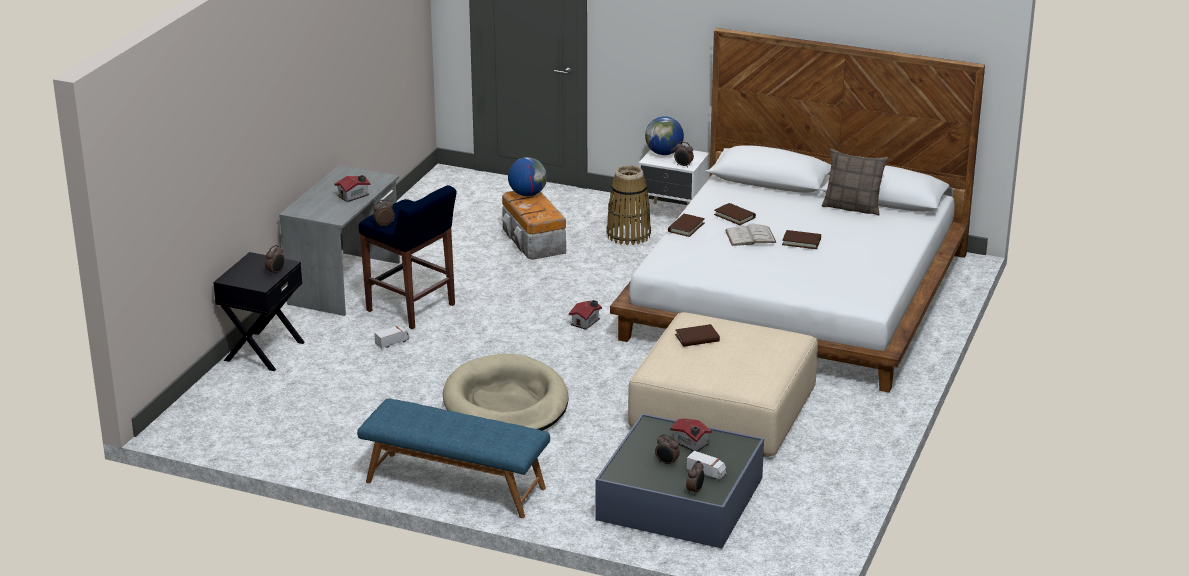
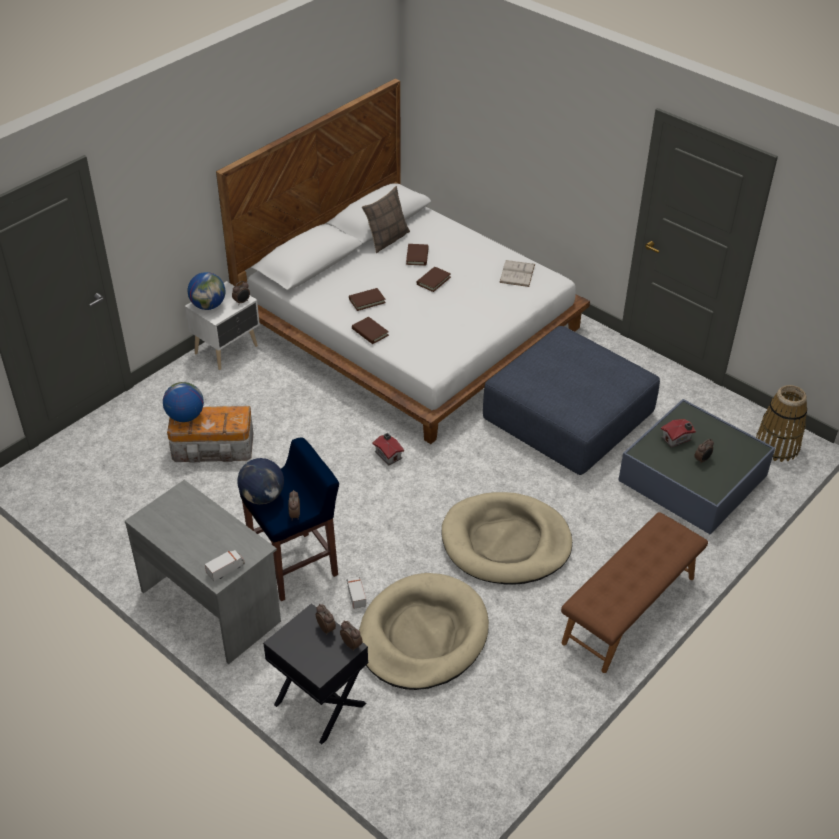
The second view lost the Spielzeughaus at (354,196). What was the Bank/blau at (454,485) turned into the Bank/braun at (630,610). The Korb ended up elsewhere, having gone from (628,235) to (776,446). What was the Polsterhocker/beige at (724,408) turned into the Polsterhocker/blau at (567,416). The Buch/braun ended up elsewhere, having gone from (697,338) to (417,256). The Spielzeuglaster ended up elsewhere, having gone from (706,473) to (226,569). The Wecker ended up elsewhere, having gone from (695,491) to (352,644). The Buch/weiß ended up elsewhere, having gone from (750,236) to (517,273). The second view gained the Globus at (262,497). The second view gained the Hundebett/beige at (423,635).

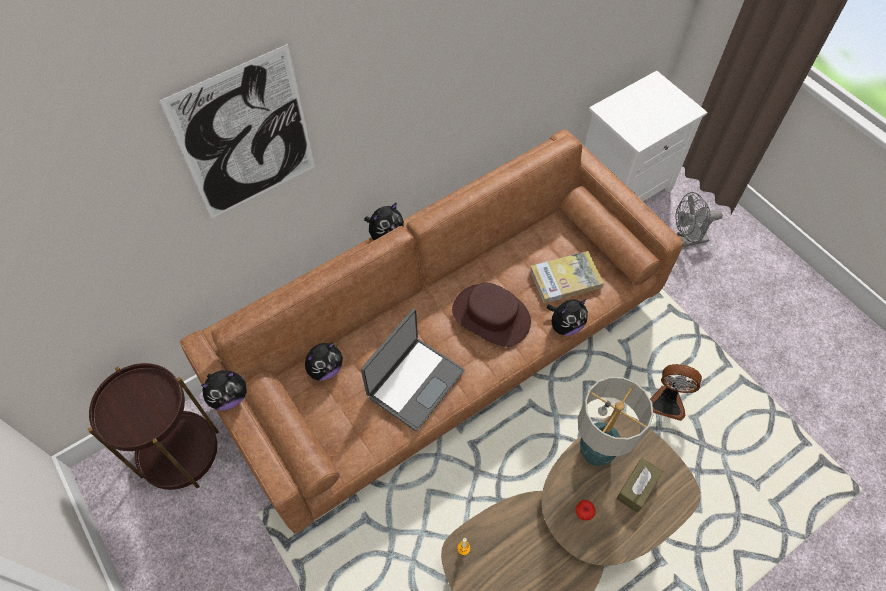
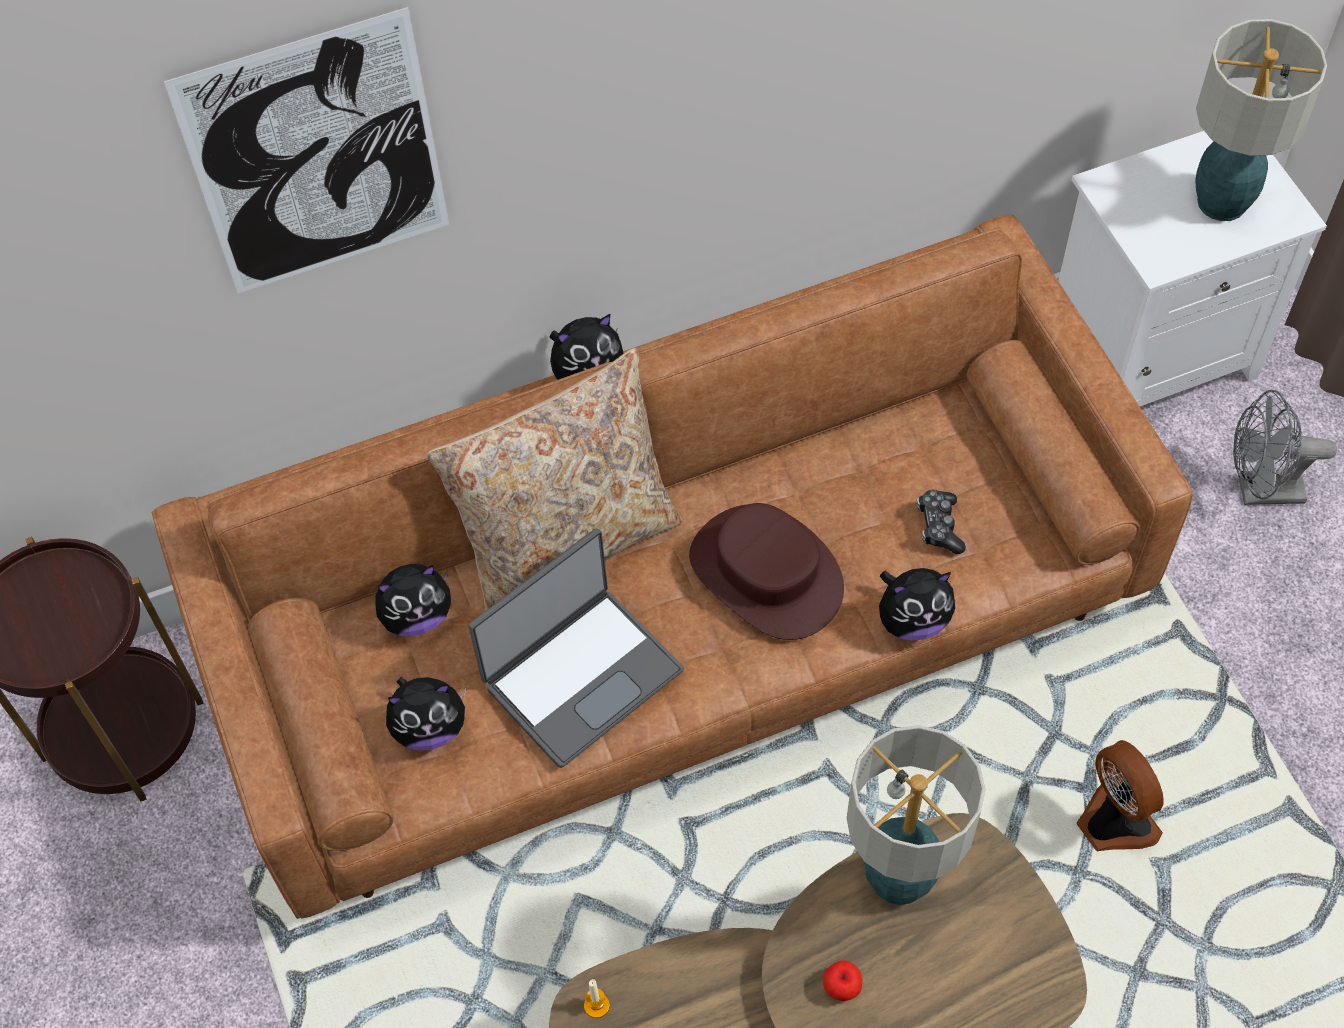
The Plüschtier ended up elsewhere, having gone from (229,397) to (430,727). Where the Buch stood at (565,279), the Gamepad came to stand at (939,526). The second view lost the Taschentuchbox/braun at (637,488). The Ventilator at (667,402) ended up facing another way, 150 degrees counterclockwise from before. The second view gained the Kissen/beige at (568,543). The second view gained the Tischlampe at (1223,201).

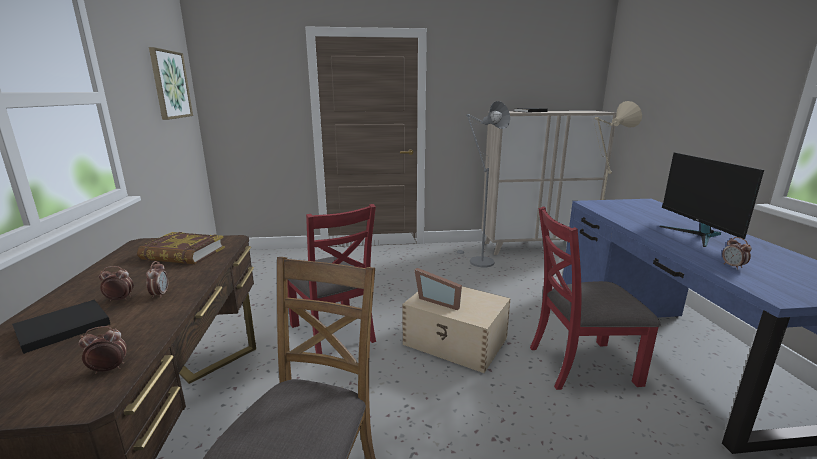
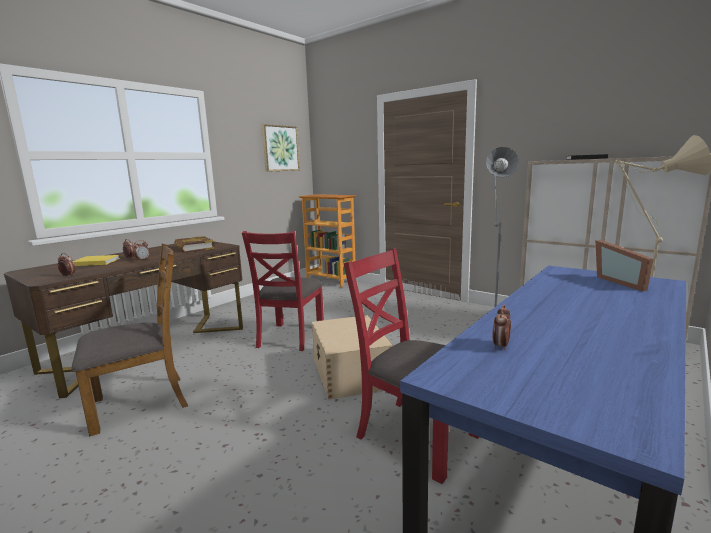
What was the Buch/schwarz at (60,328) turned into the Buch/gelb at (95,262). The Bilderrahmen ended up elsewhere, having gone from (439,300) to (622,282). The second view lost the Monitor at (698,235). The second view gained the Bücherregal at (331,281).

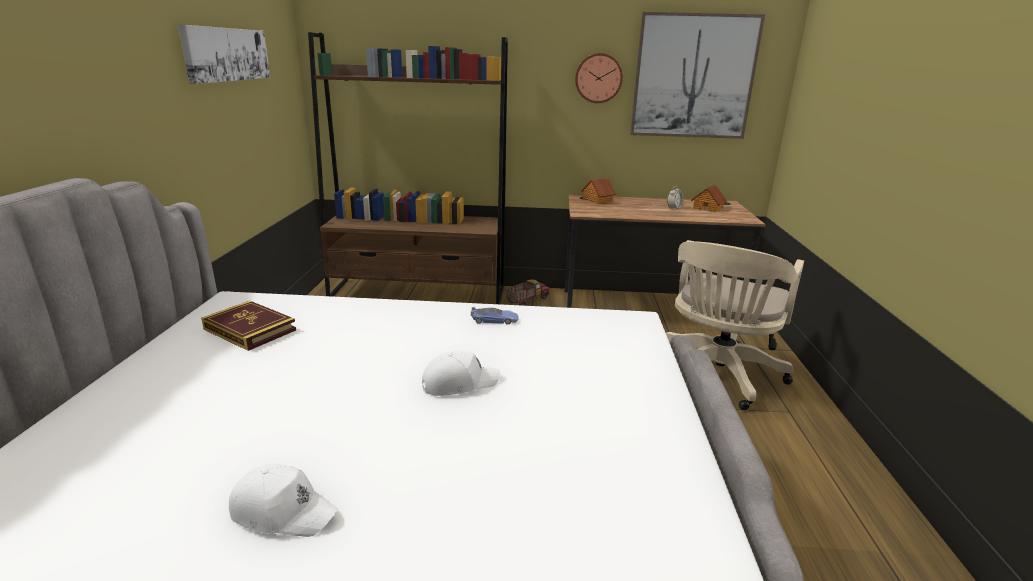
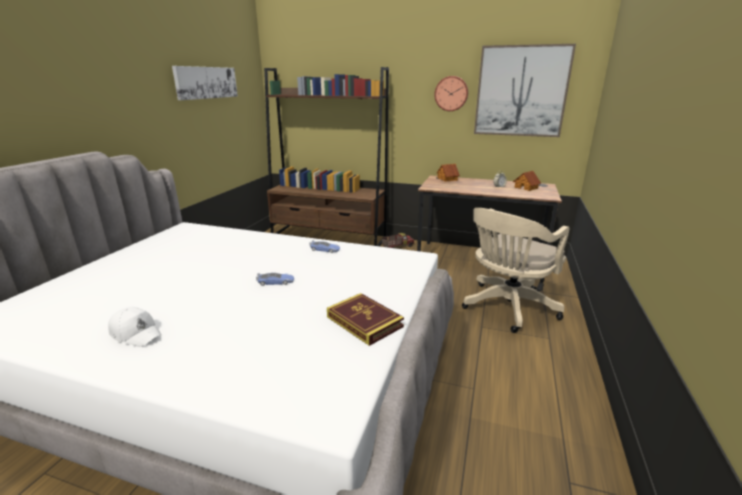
The Buch ended up elsewhere, having gone from (250,329) to (364,321). Where the Kappe/weiß stood at (459,383), the Spielzeugauto came to stand at (276,282).

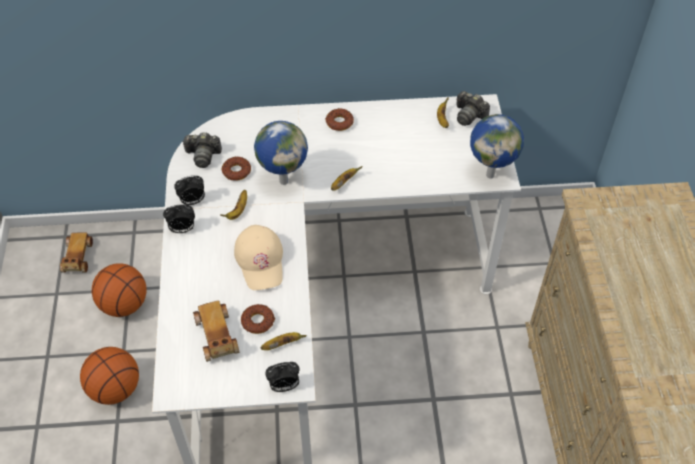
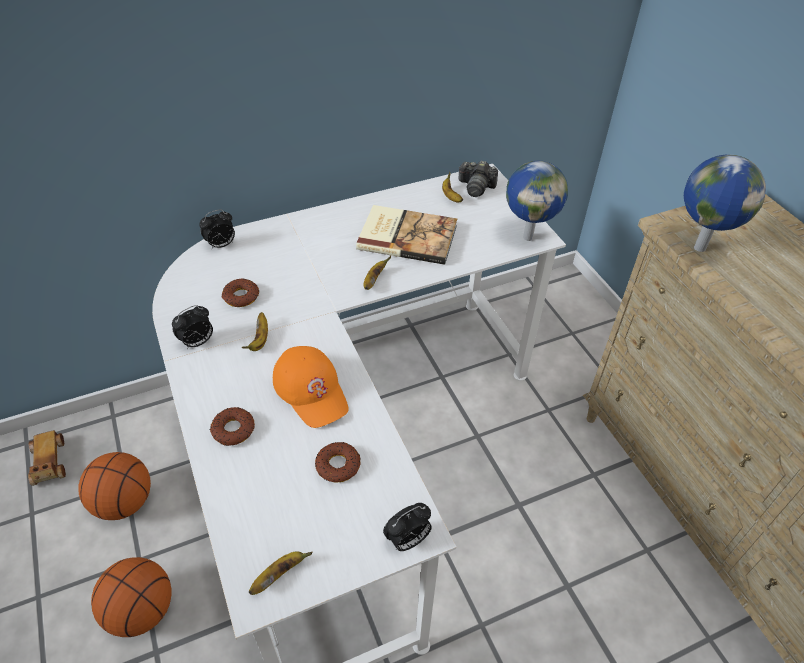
The Wecker ended up elsewhere, having gone from (182,229) to (221,245). The second view lost the Kamera at (203,155). The second view lost the Spielzeugauto at (217,337). What was the Kappe/beige at (260,260) turned into the Kappe/orange at (311,390). The Globus ended up elsewhere, having gone from (283,180) to (698,247). The Banane ended up elsewhere, having gone from (282,344) to (279,575). The Donut ended up elsewhere, having gone from (339,122) to (233,430). The second view gained the Buch at (407,236).

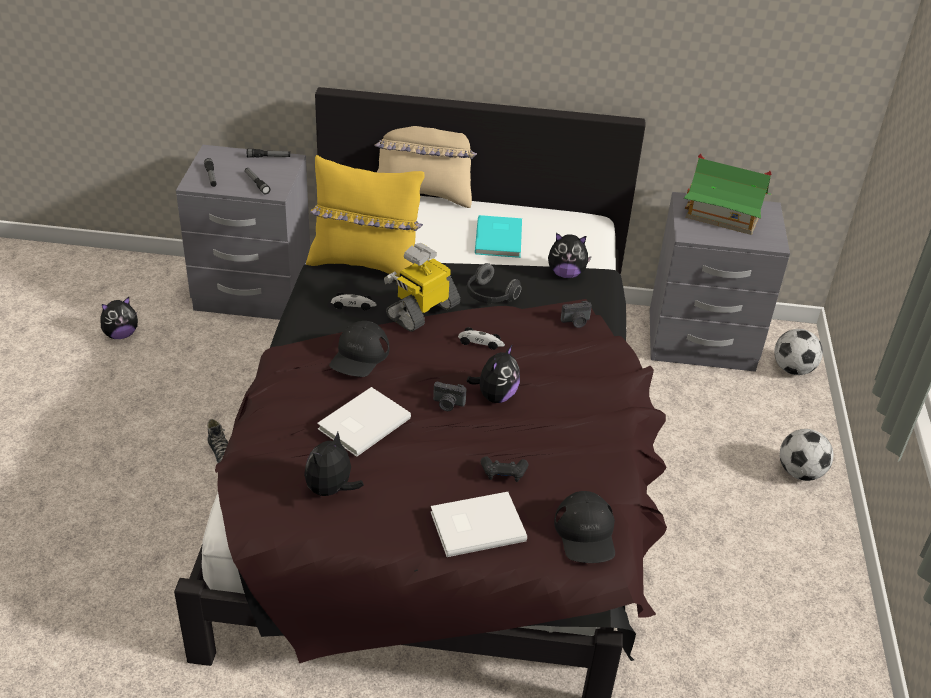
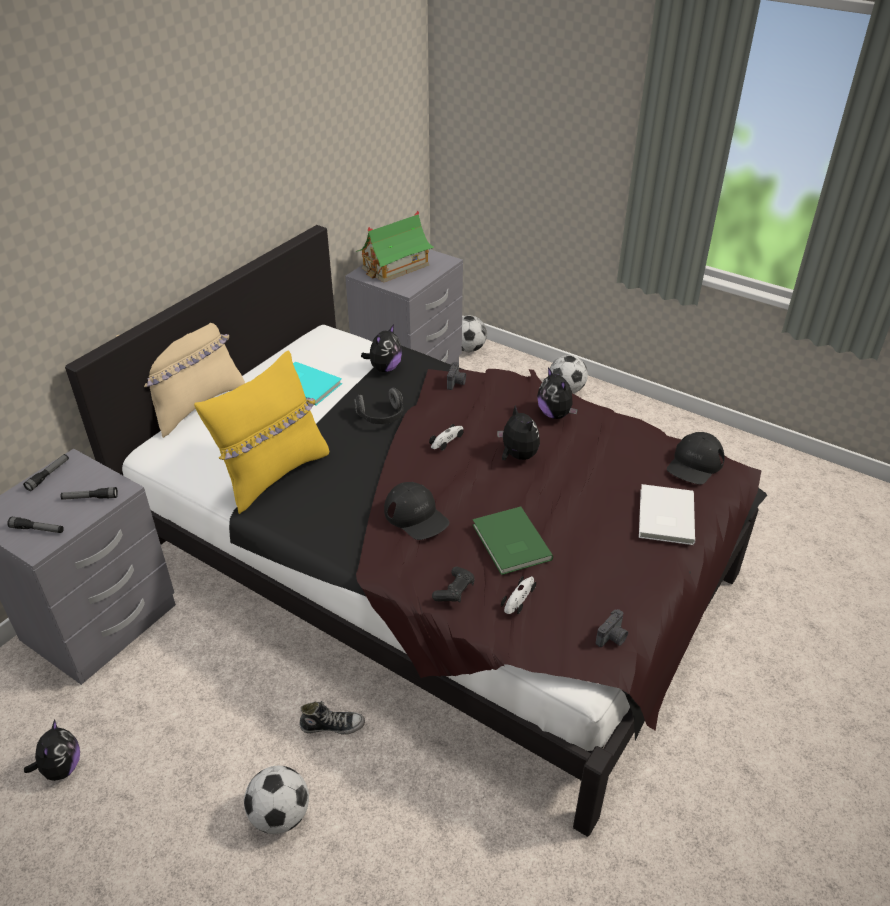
The Plüschtier ended up elsewhere, having gone from (331,490) to (555,414). What was the Buch/weiß at (362,423) turned into the Buch/grün at (510,543). The Spielzeugauto ended up elsewhere, having gone from (353,305) to (519,597). The second view lost the Spielzeugroboter at (422,311). The Kamera ended up elsewhere, having gone from (448,404) to (612,638). The Gamepad/schwarz ended up elsewhere, having gone from (503,473) to (454,590). The Kappe/schwarz at (585,533) ended up facing another way, 105 degrees clockwise from before. The second view gained the Fußball at (280,815).

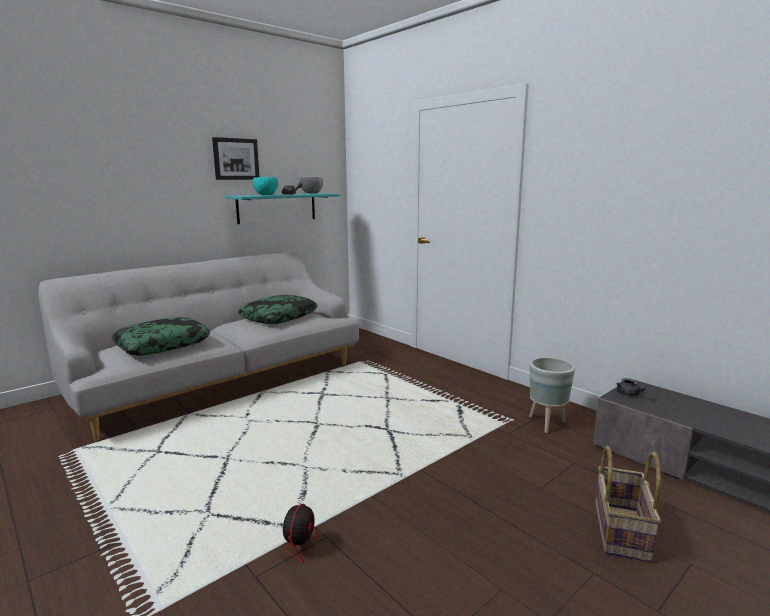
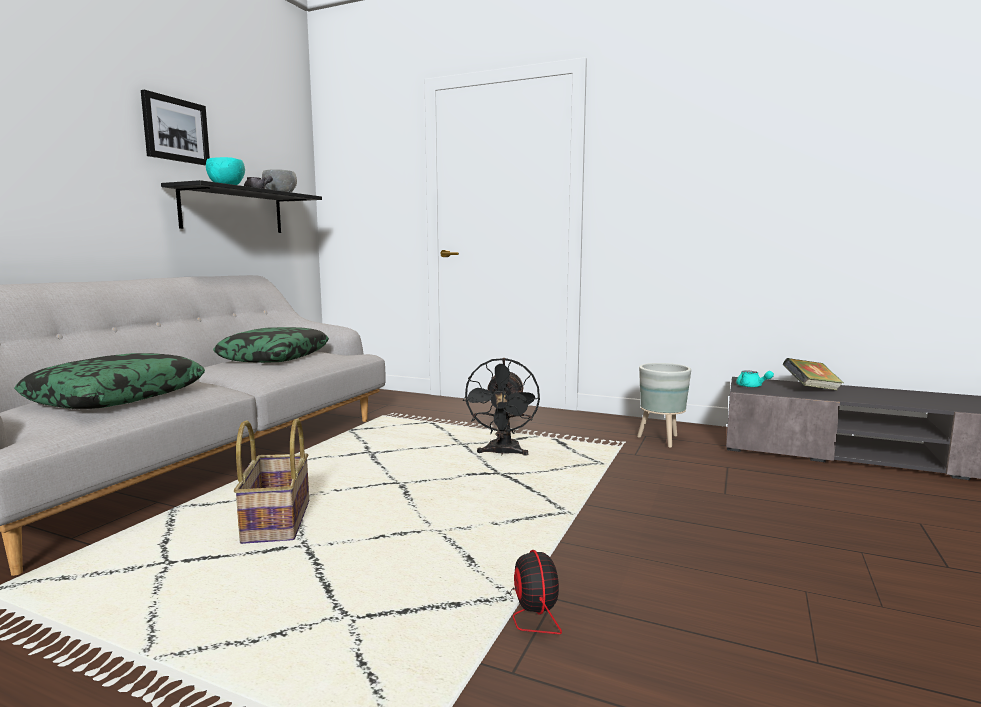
What was the Wandregal/türkis at (277,208) turned into the Wandregal/schwarz at (233,211). The Korb ended up elsewhere, having gone from (619,531) to (275,521). What was the Teekanne/grau at (629,394) turned into the Teekanne/türkis at (752,386). The second view gained the Ventilator/schwarz at (502,453). The second view gained the Buch at (811,389).

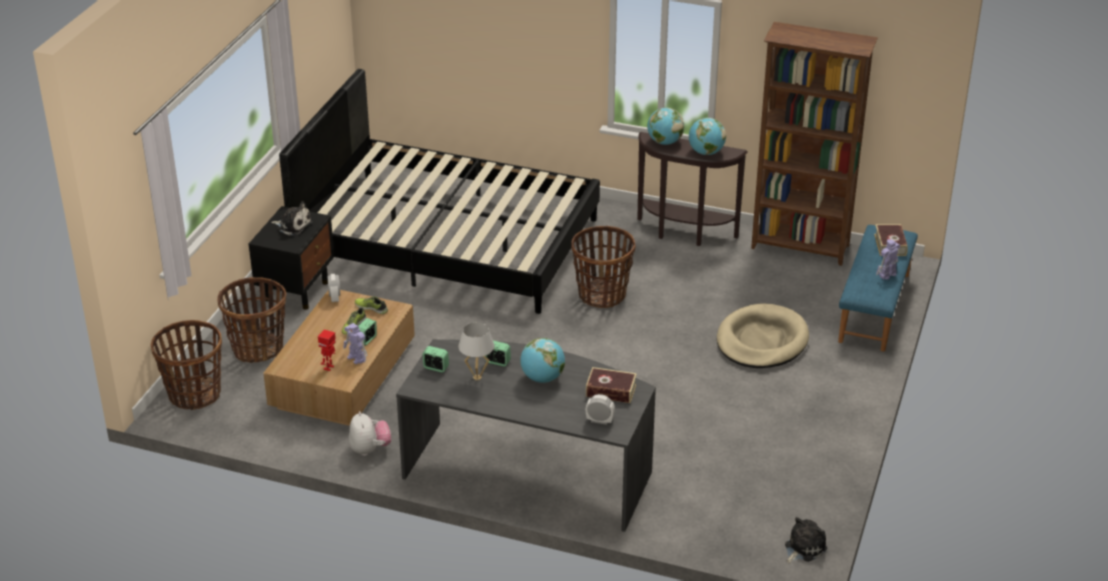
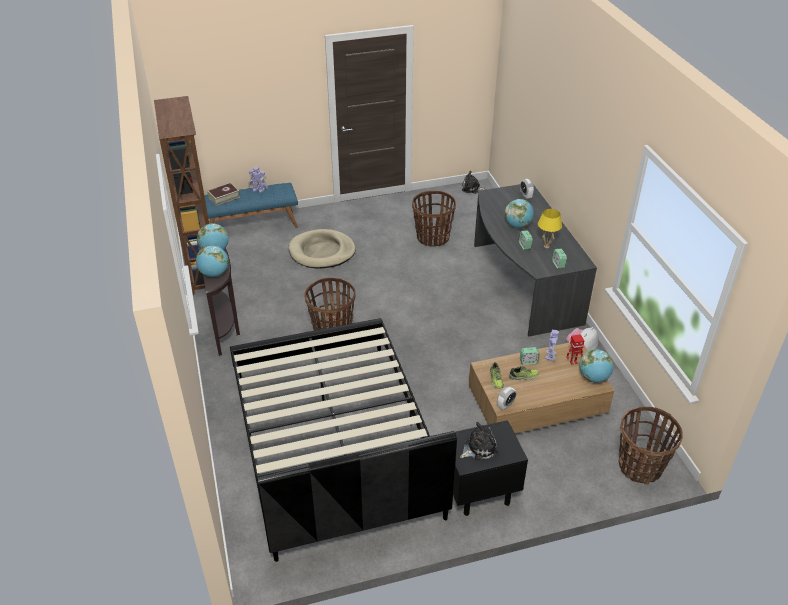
The Korb ended up elsewhere, having gone from (258,348) to (432,238). The Plüschtier at (292,226) ended up facing another way, 75 degrees clockwise from before. What was the Tischlampe/weiß at (477,377) turned into the Tischlampe/gelb at (546,246). The second view lost the Buch at (611,390). The second view gained the Globus at (593,378).

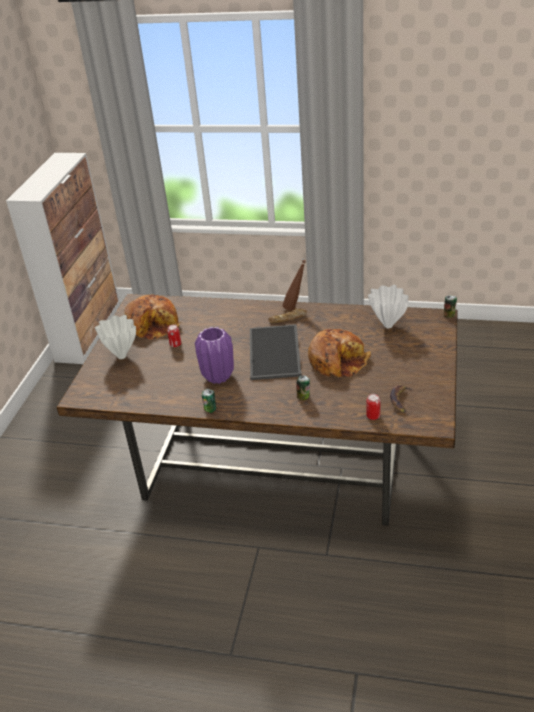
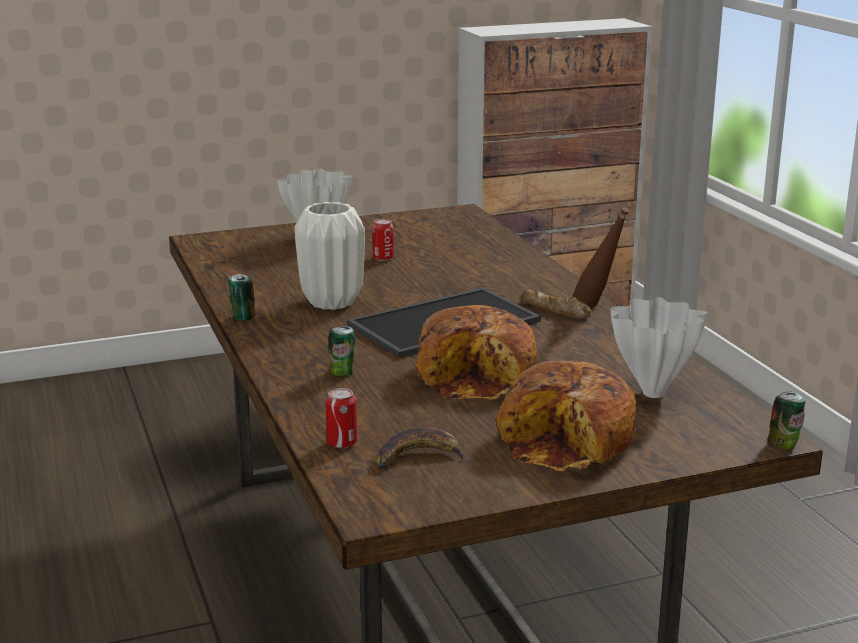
The Brot ended up elsewhere, having gone from (154,324) to (569,441). What was the Vase/lila at (218,377) turned into the Vase/weiß at (332,303).

